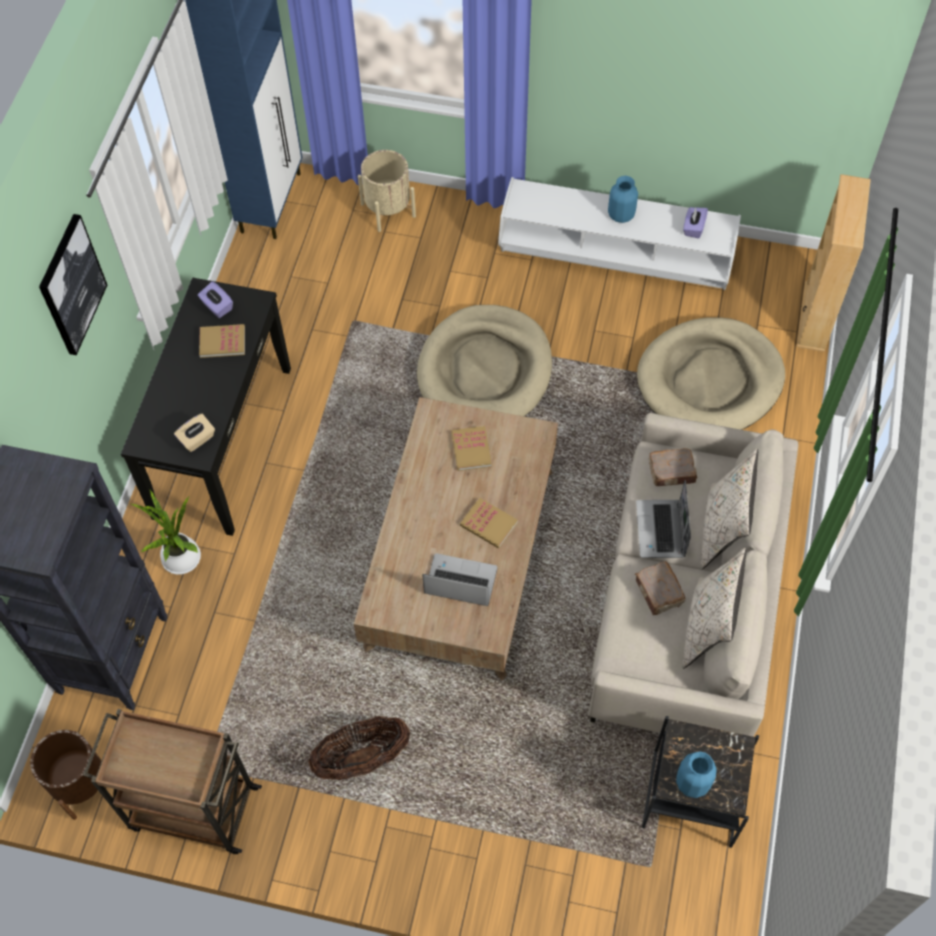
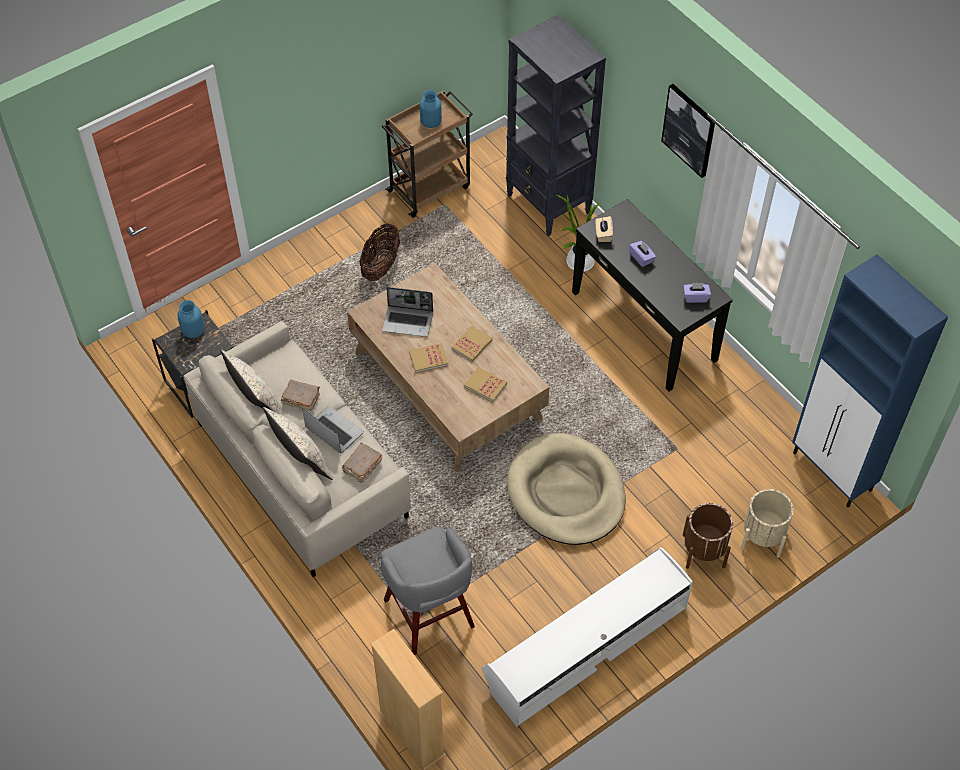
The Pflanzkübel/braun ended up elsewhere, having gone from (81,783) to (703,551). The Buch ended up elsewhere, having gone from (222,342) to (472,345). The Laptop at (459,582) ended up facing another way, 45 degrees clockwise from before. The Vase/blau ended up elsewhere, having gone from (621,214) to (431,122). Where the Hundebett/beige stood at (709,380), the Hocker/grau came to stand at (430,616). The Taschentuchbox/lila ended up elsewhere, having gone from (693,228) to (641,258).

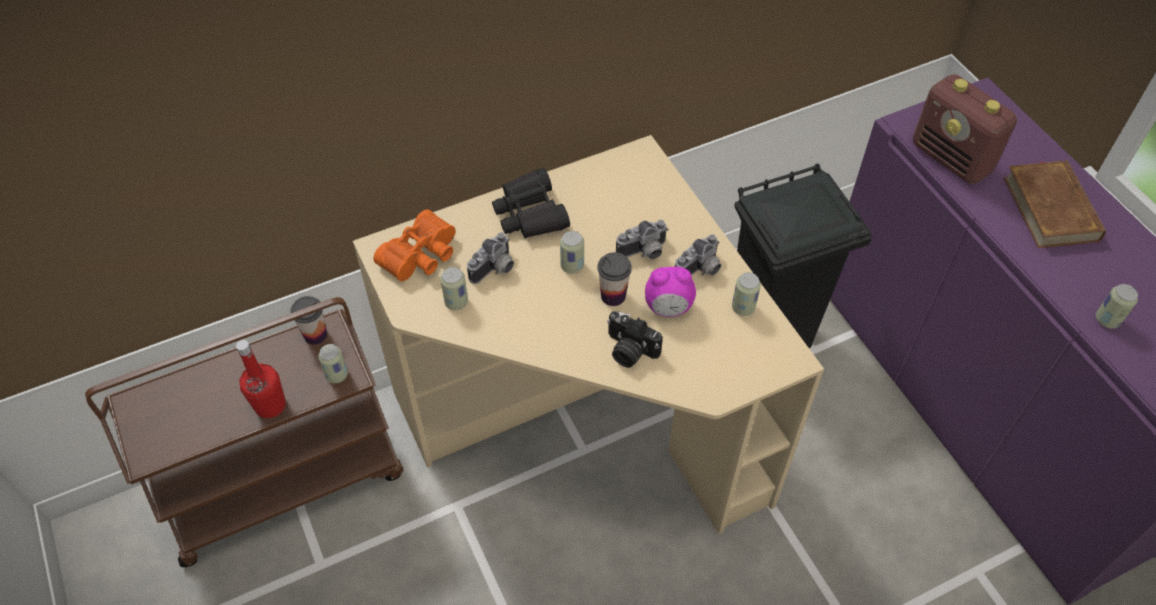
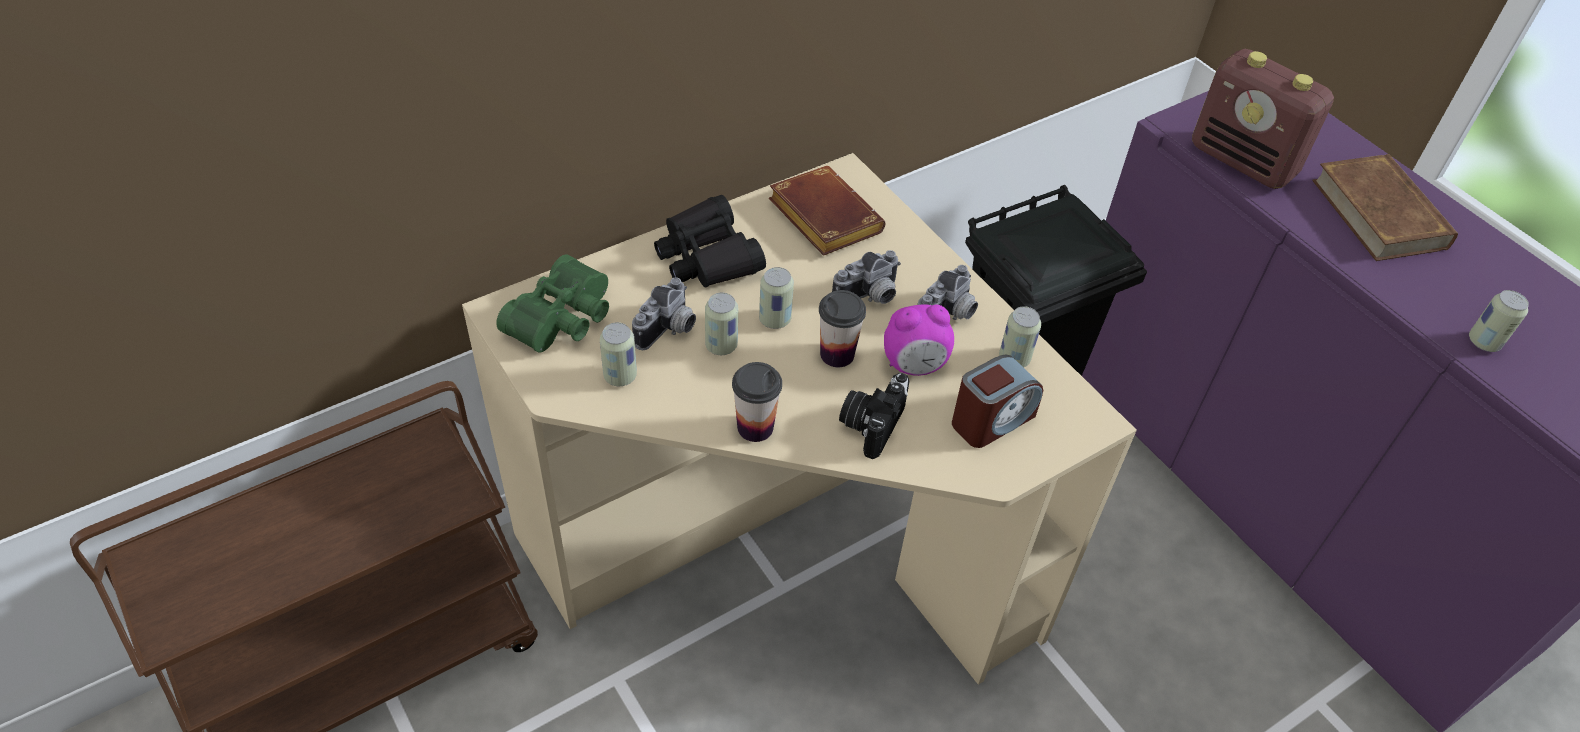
The second view lost the Flasche/rot at (270,405). The Tasse ended up elsewhere, having gone from (315,335) to (755,427). The Dose ended up elsewhere, having gone from (337,375) to (721,345). What was the Fernglas/orange at (422,256) turned into the Fernglas/grün at (564,319). The Kamera at (629,350) ended up facing another way, 90 degrees clockwise from before. The second view gained the Buch/braun at (820,217). The second view gained the Wecker at (992,420).

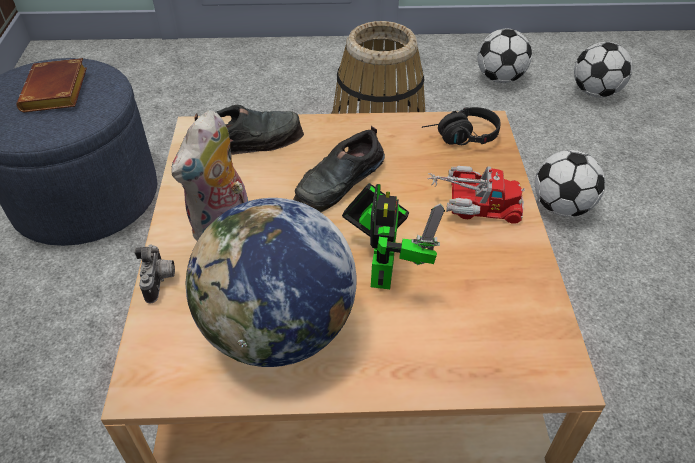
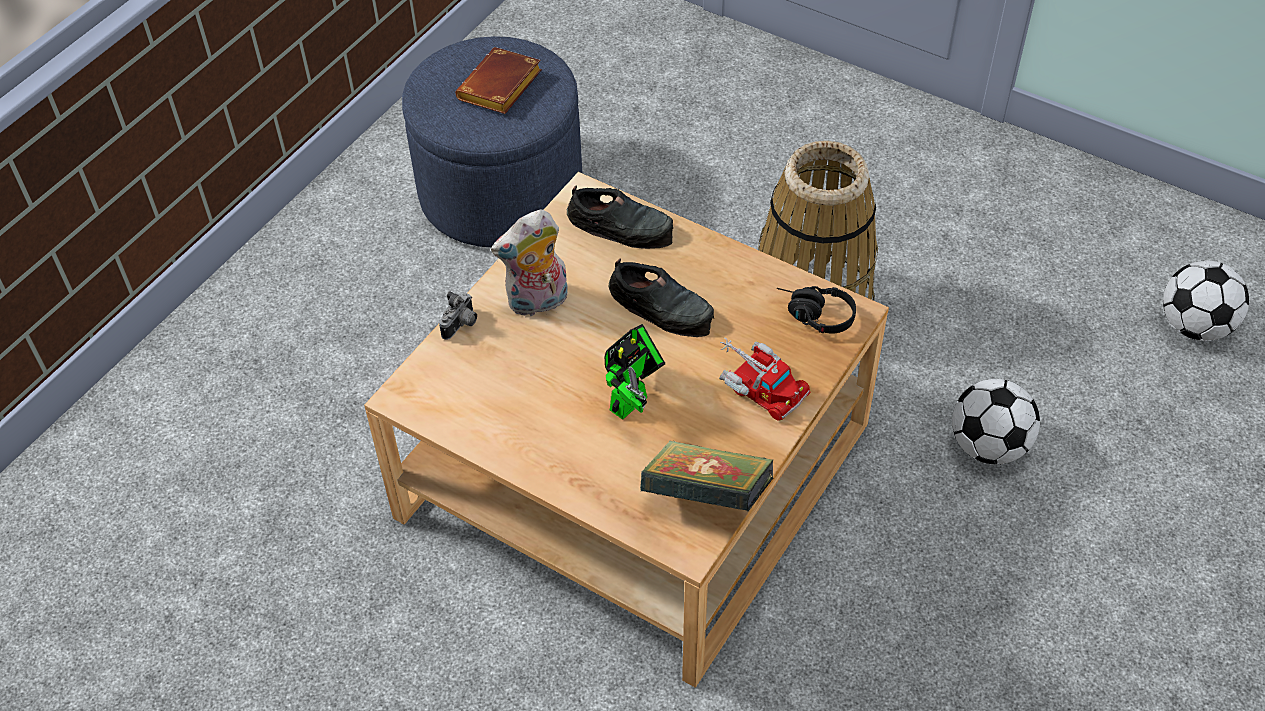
The second view lost the Globus at (278,331). The Schuh/schwarz at (339,182) ended up facing another way, 135 degrees counterclockwise from before. The second view lost the Fußball at (499,79). The second view gained the Buch at (706,496).

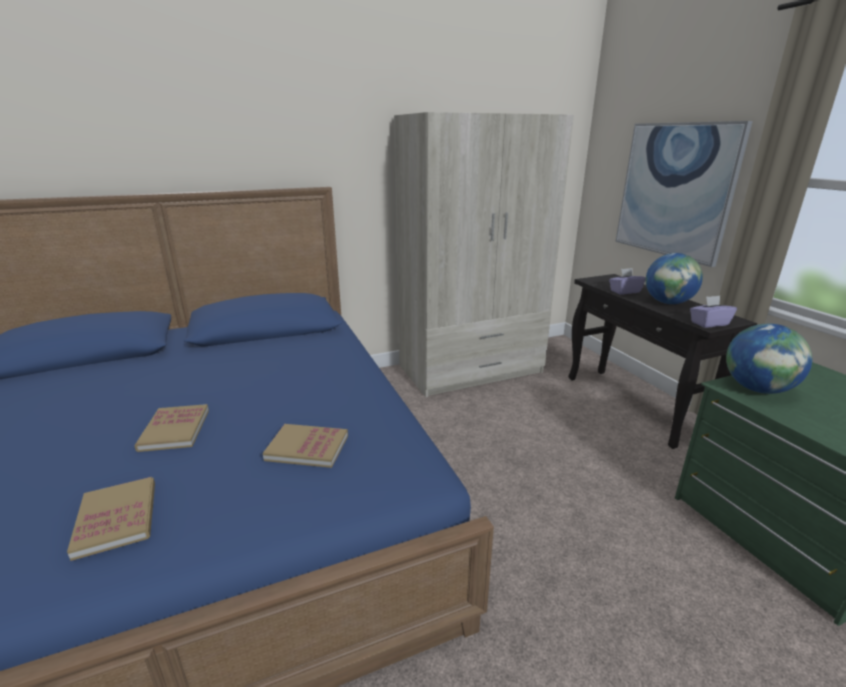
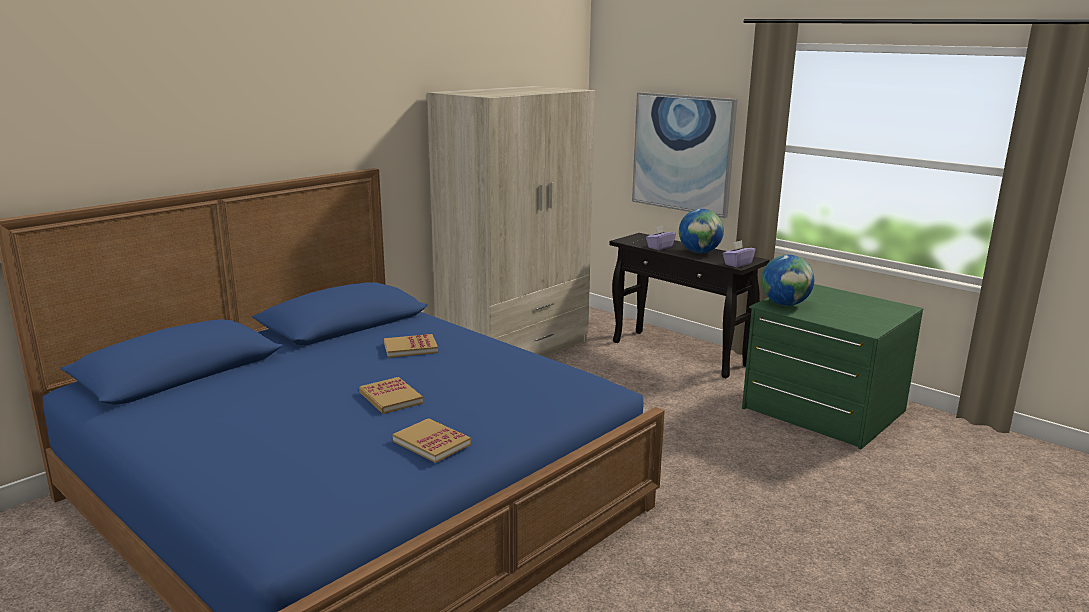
The Buch ended up elsewhere, having gone from (307,447) to (410,348).

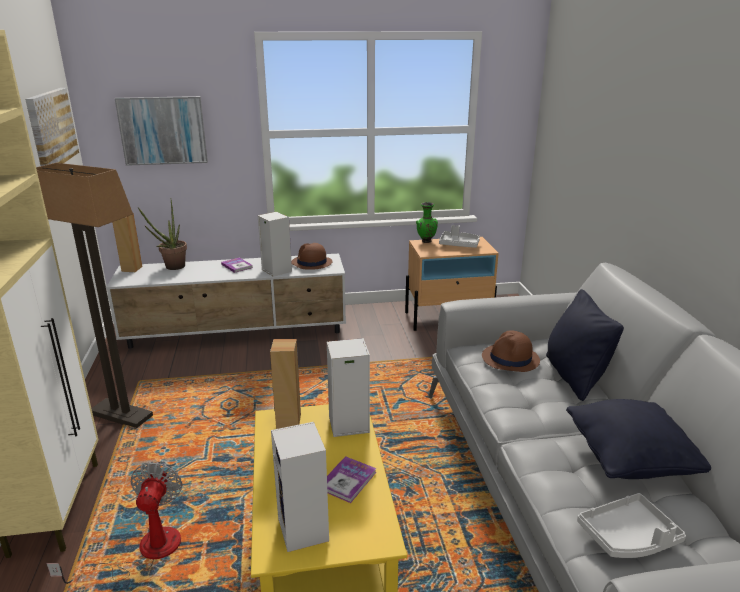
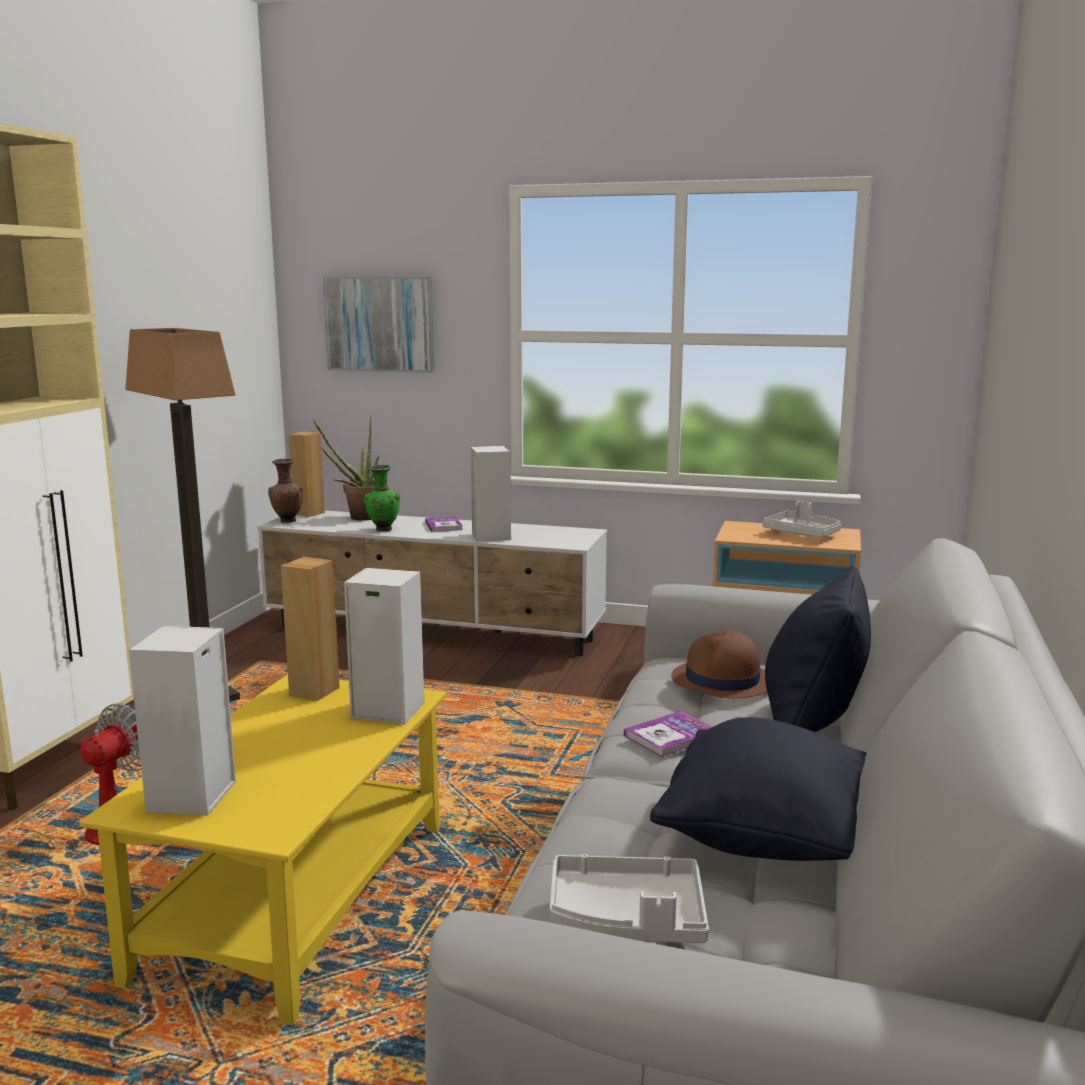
The second view lost the Bild at (51,128). The second view lost the Hut/braun at (311,263). The Buch ended up elsewhere, having gone from (347,480) to (671,736). The Vase/grün ended up elsewhere, having gone from (426,242) to (382,530). The second view gained the Vase/braun at (287,521).

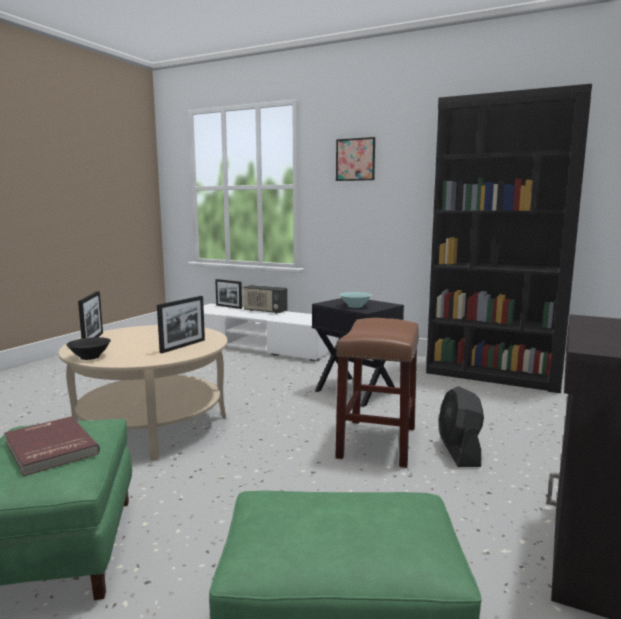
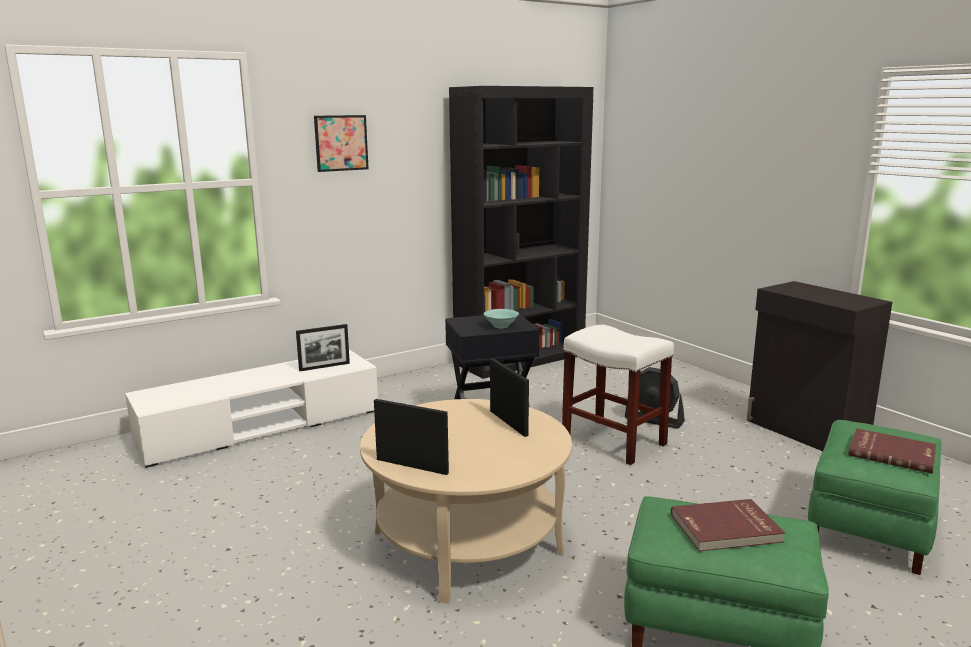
The second view lost the Schüssel/schwarz at (90,357). The Bilderrahmen ended up elsewhere, having gone from (229,307) to (324,367). The second view lost the Radio at (265,311). What was the Hocker/braun at (378,443) turned into the Hocker/weiß at (615,442). The second view gained the Buch/rot at (891,453).

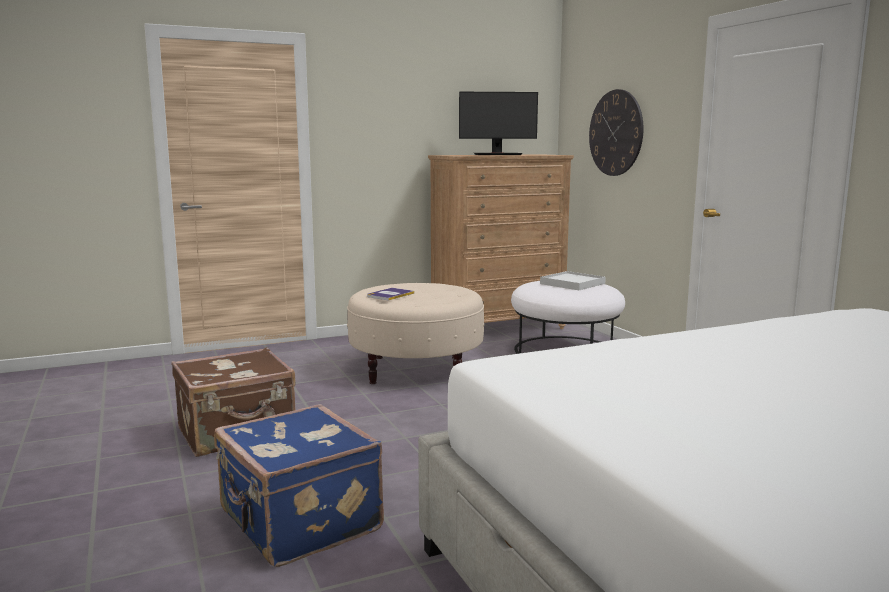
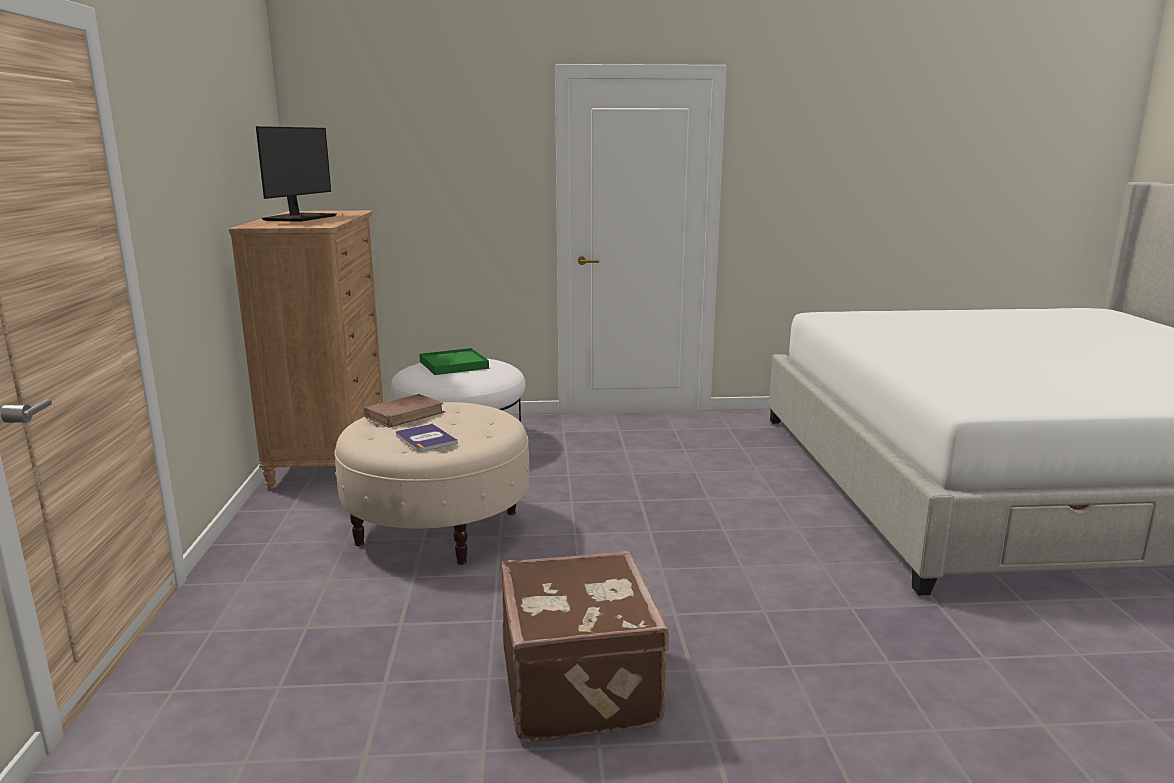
The second view lost the Koffer/blau at (298,523). What was the Tablett/weiß at (572,283) turned into the Tablett/grün at (453,365). The second view lost the Wanduhr at (616,133). The second view gained the Buch/braun at (405,414).

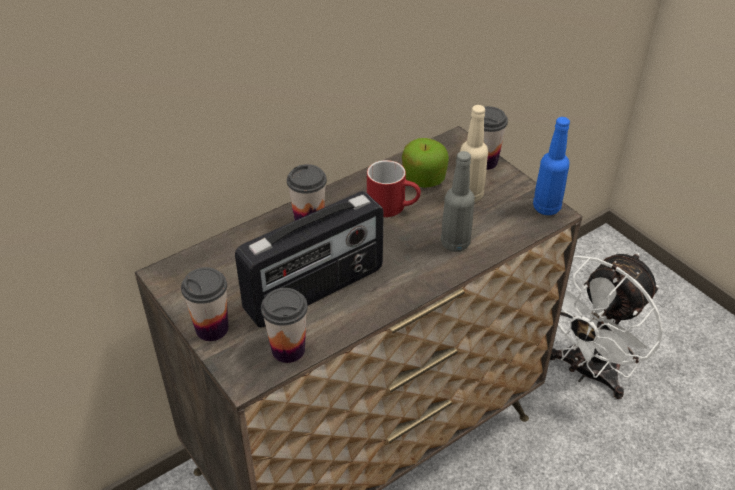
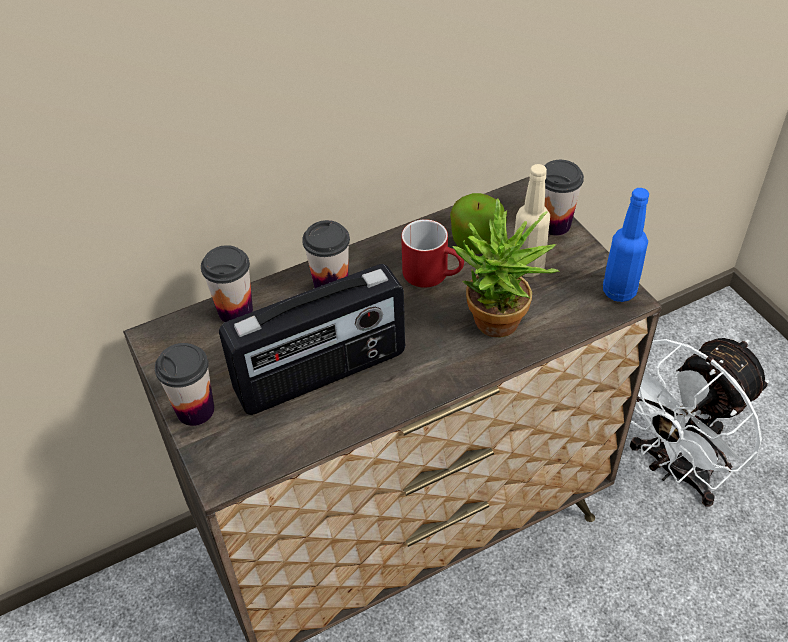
The Tasse ended up elsewhere, having gone from (288,349) to (235,311). Where the Flasche/grau stood at (455,243), the Topfpflanze came to stand at (498,328).

